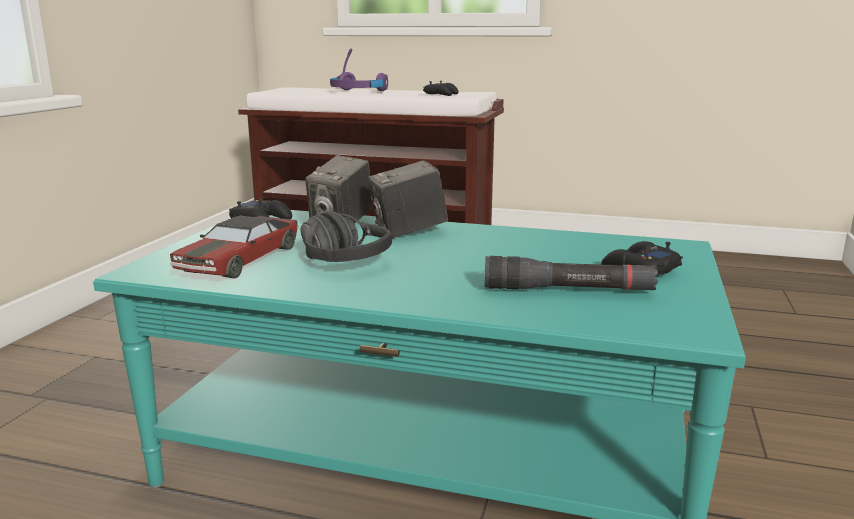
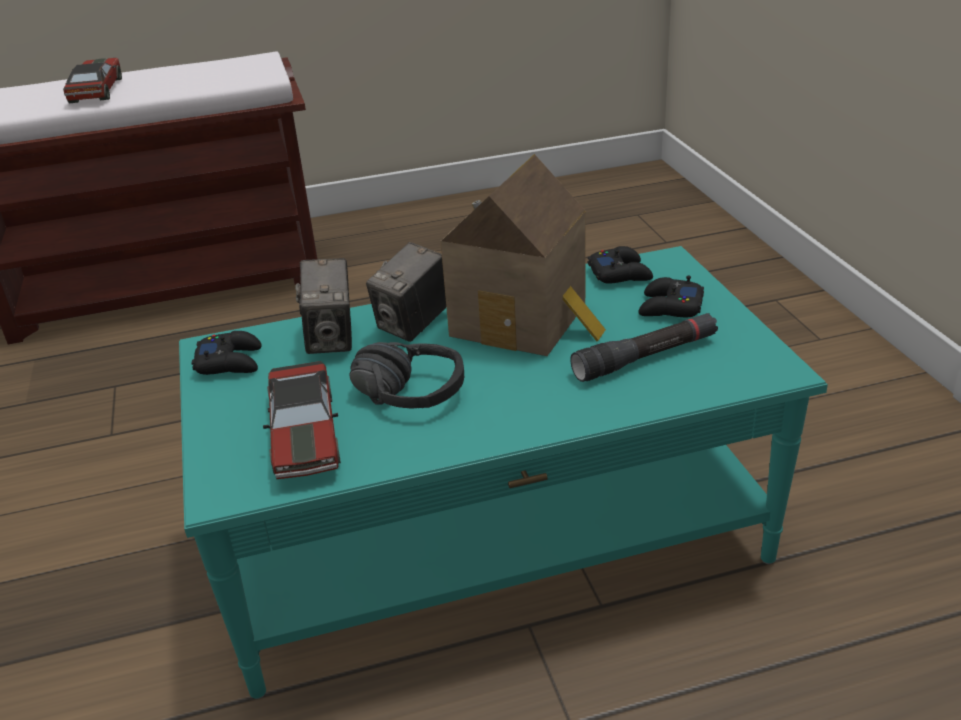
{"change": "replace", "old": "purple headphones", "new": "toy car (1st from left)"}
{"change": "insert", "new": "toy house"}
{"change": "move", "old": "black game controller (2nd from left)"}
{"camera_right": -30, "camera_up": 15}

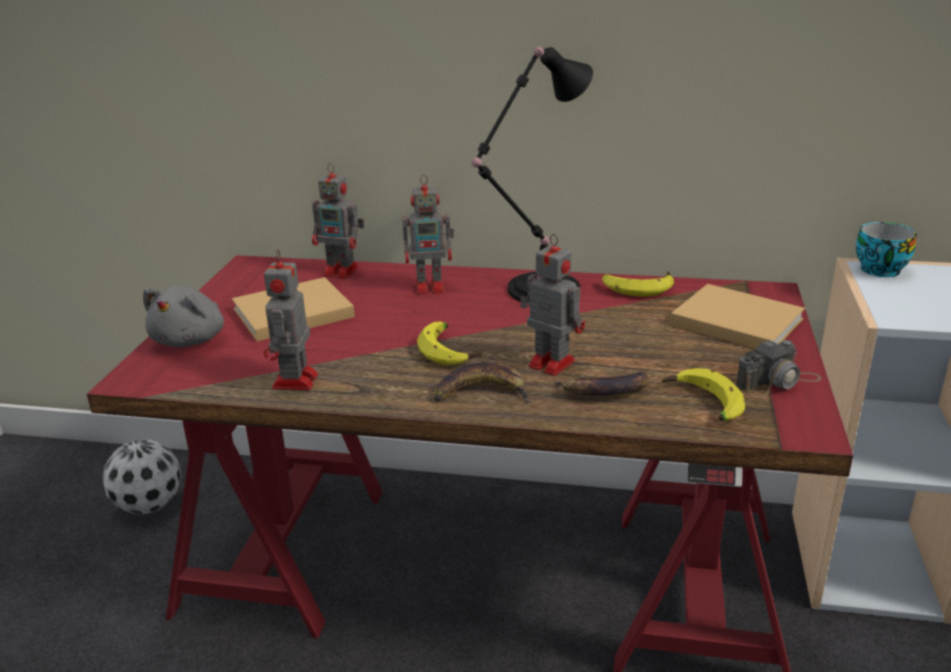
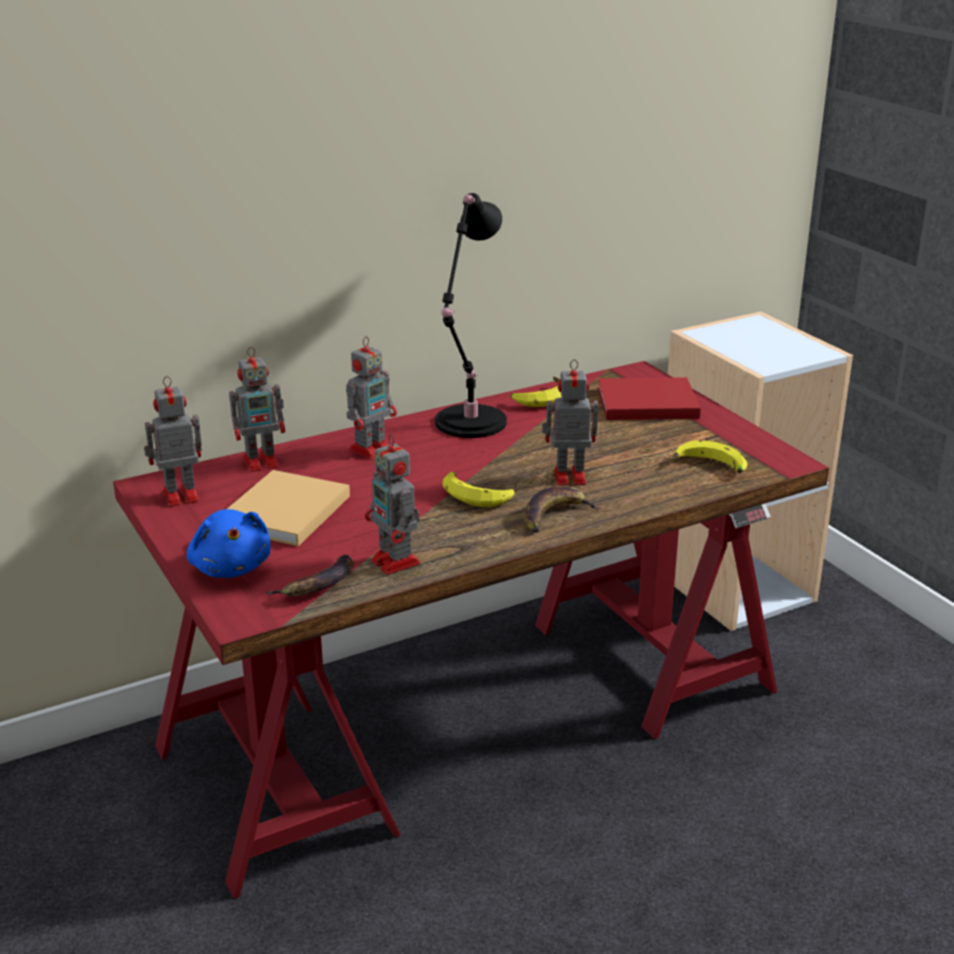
{"change": "insert", "new": "toy robot (1st from left)"}
{"change": "recolor", "old": "grey plush toy", "new": "blue plush toy"}
{"change": "move", "old": "banana (3rd from left in the first image)", "new": "banana (1st from left)"}
{"change": "recolor", "old": "beige book (2nd from left)", "new": "red book"}
{"change": "delete", "old": "football"}
{"change": "delete", "old": "photo camera"}
{"change": "delete", "old": "cup"}
{"camera_right": -40, "camera_up": 0}

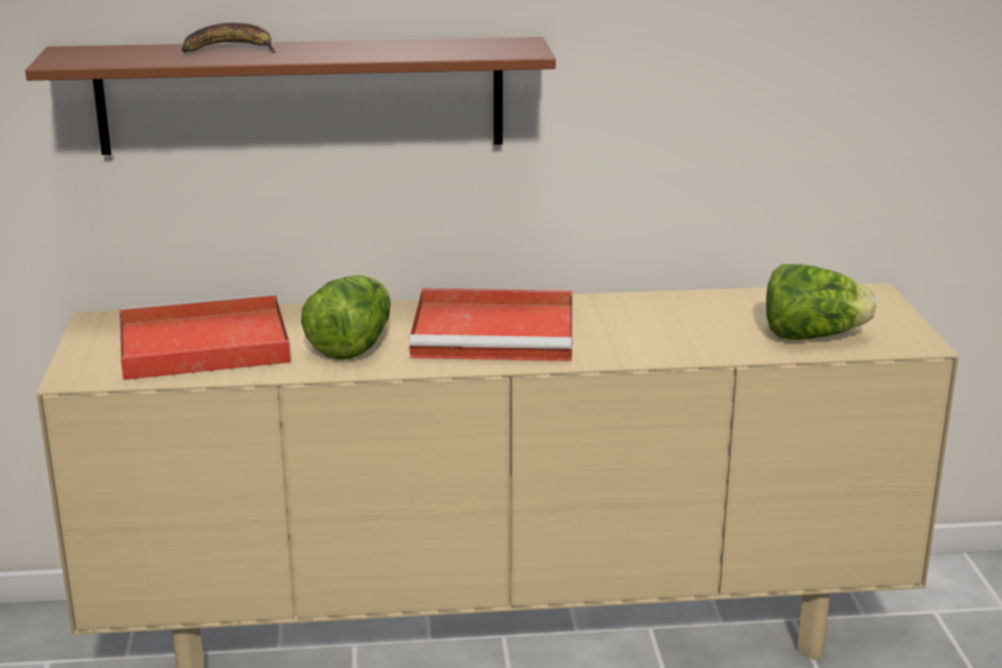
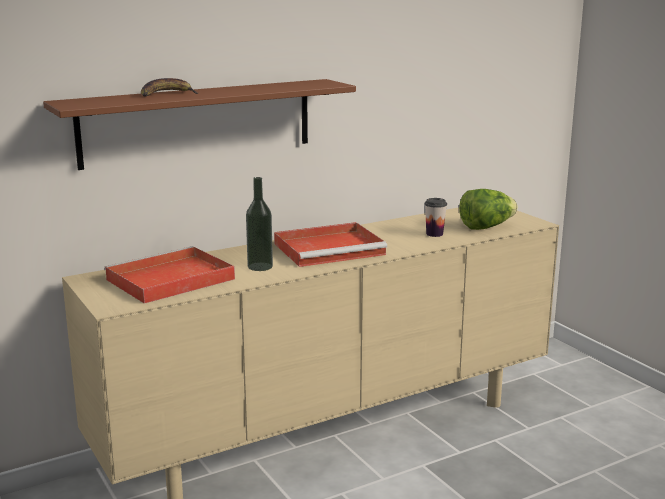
{"change": "replace", "old": "lettuce (1st from left)", "new": "bottle"}
{"change": "insert", "new": "cup"}
{"camera_right": -25, "camera_up": -5}

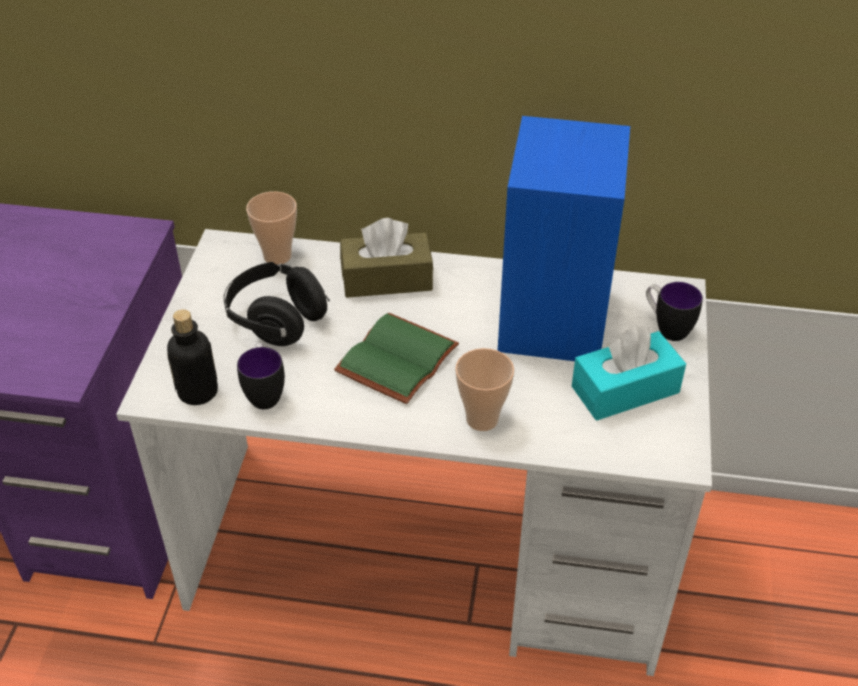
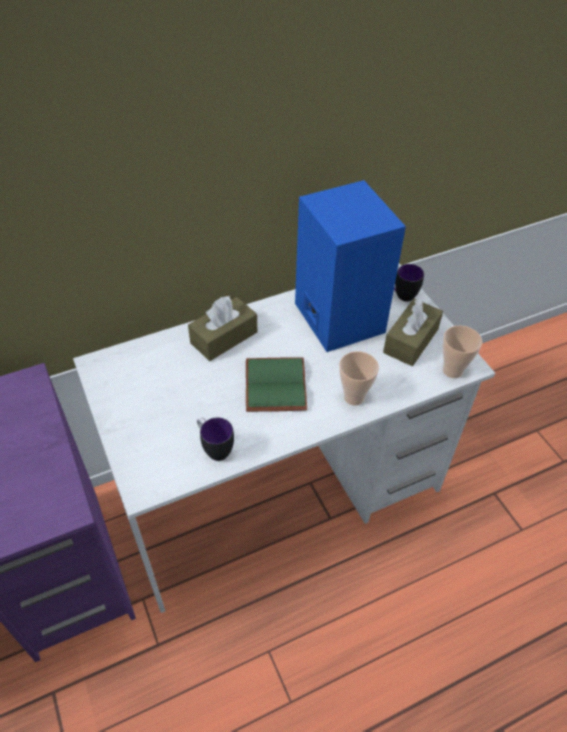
{"change": "recolor", "old": "turquoise tissue box", "new": "brown tissue box (2nd from left)"}
{"change": "move", "old": "cup (1st from left in the first image)", "new": "cup (2nd from left)"}
{"change": "delete", "old": "bottle"}
{"change": "delete", "old": "black headphones"}
{"camera_right": -35, "camera_up": 5}

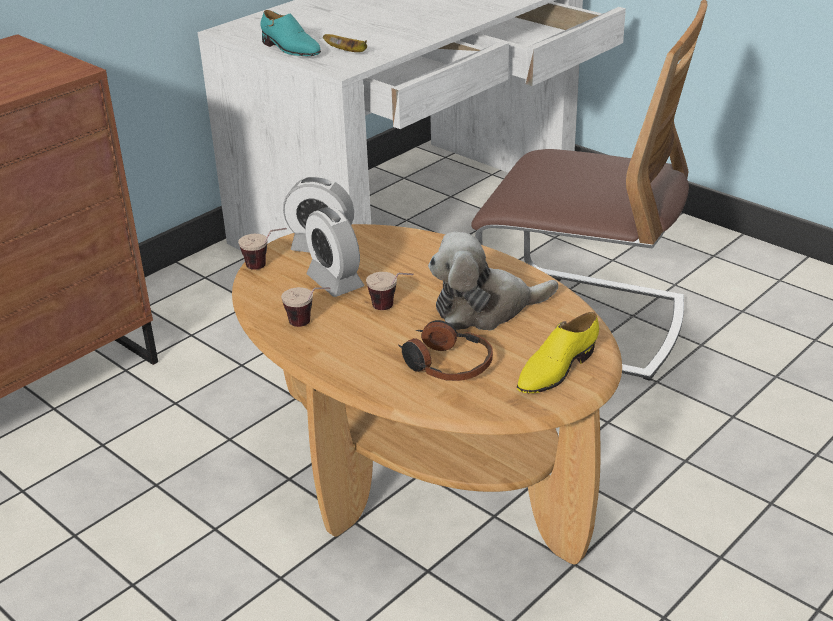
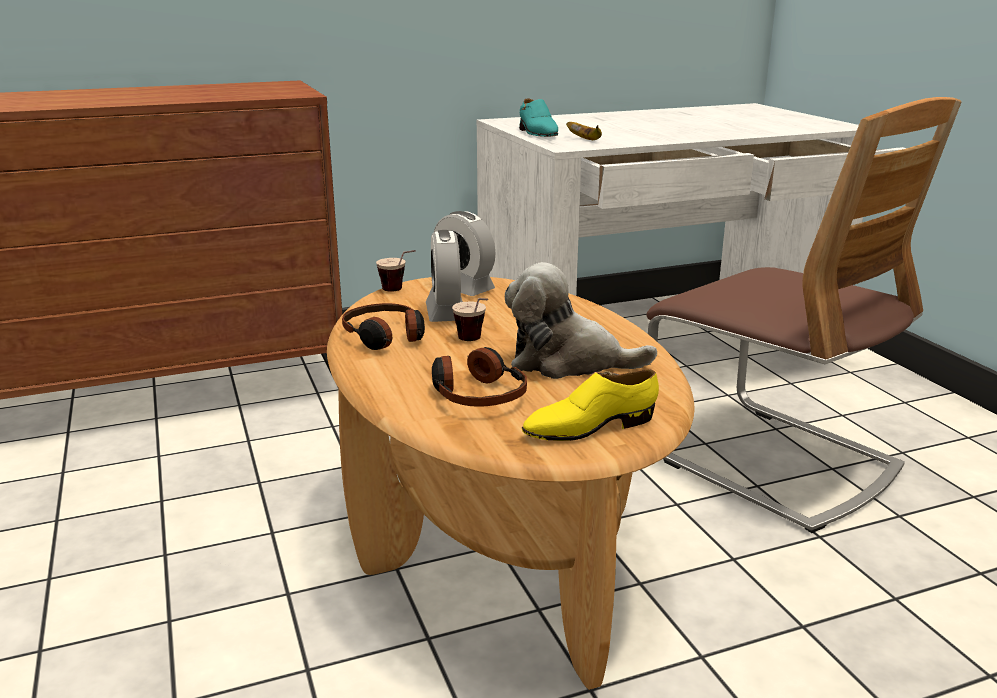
{"change": "replace", "old": "cup (2nd from left)", "new": "headphones (1st from left)"}
{"camera_right": 25, "camera_up": -10}

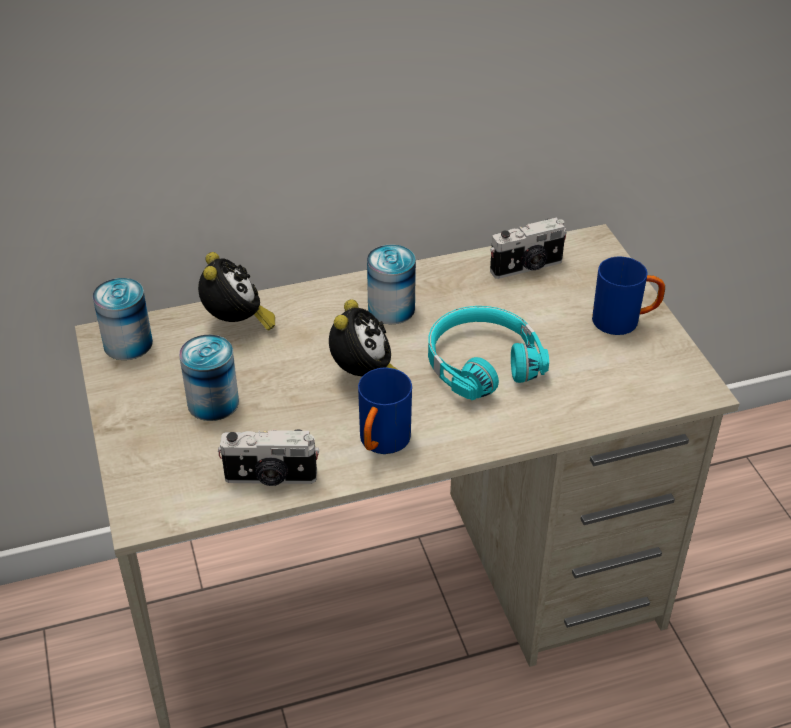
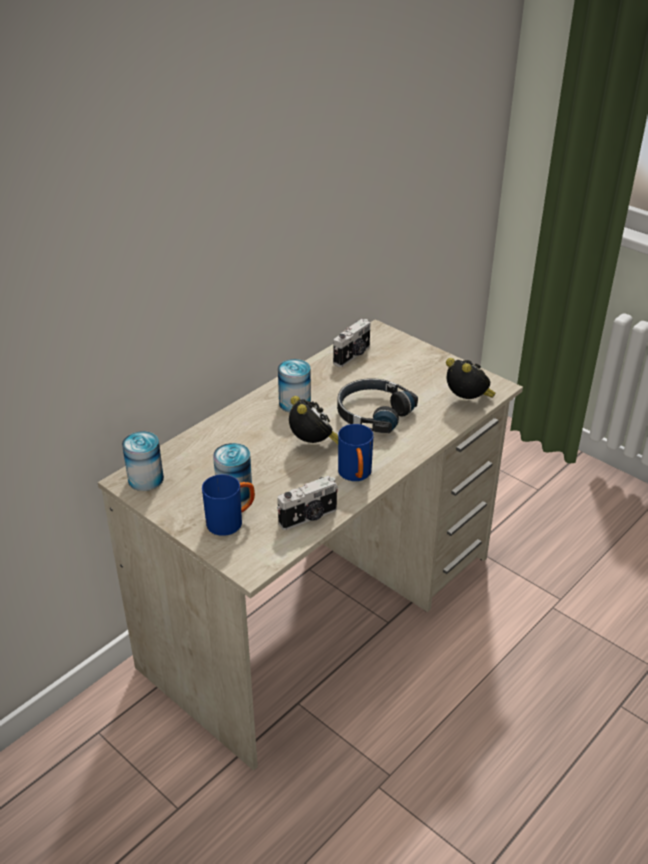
{"change": "move", "old": "blue mug (2nd from left in the first image)", "new": "blue mug (1st from left)"}
{"change": "recolor", "old": "turquoise headphones", "new": "black headphones"}
{"change": "move", "old": "alarm clock (1st from left in the first image)", "new": "alarm clock (2nd from left)"}
{"camera_right": -30, "camera_up": -5}

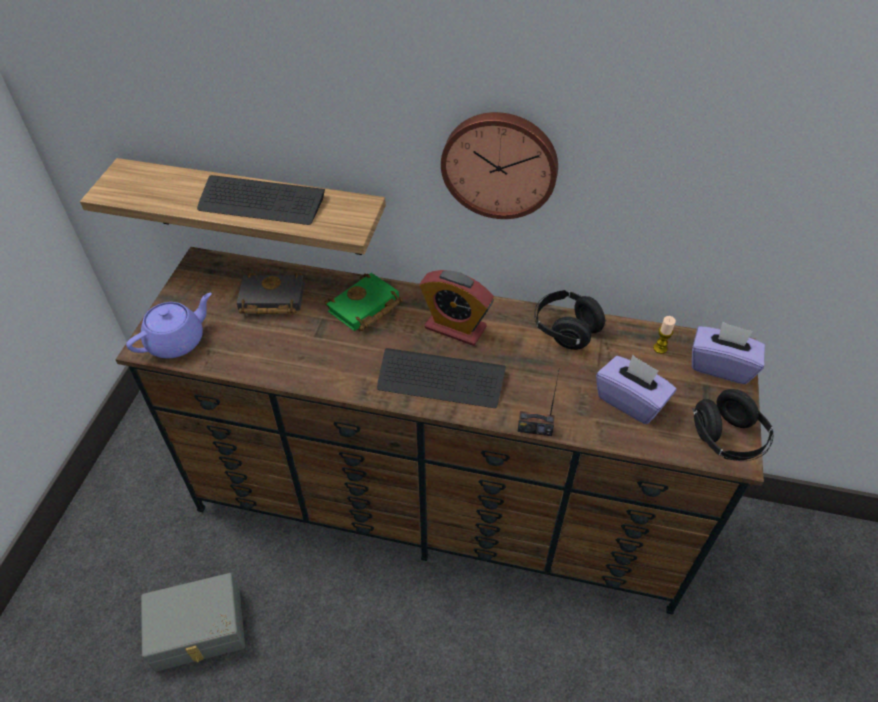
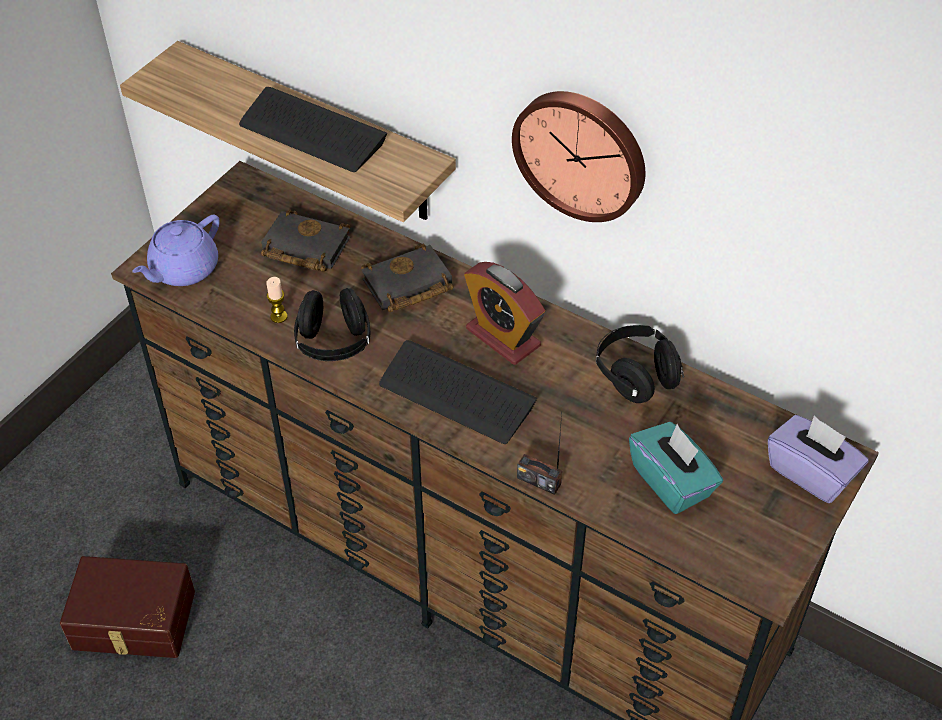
{"change": "recolor", "old": "grey storage box", "new": "brown storage box"}
{"change": "rotate", "old": "purple teapot", "degrees": 150}
{"change": "move", "old": "candle"}
{"change": "move", "old": "black headphones (2nd from left in the first image)", "new": "black headphones (1st from left)"}
{"change": "recolor", "old": "green book", "new": "black book (2nd from left)"}
{"change": "recolor", "old": "purple tissue box (1st from left)", "new": "turquoise tissue box"}
{"camera_right": 20, "camera_up": 0}

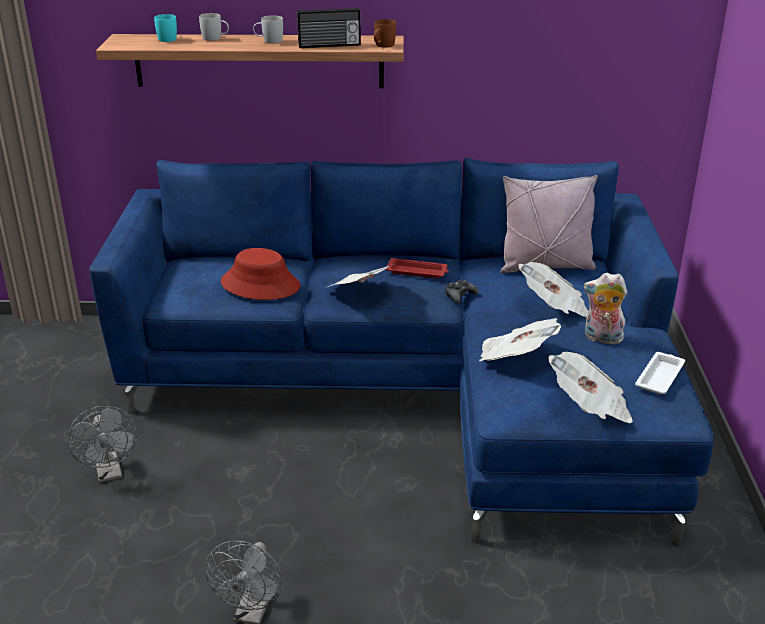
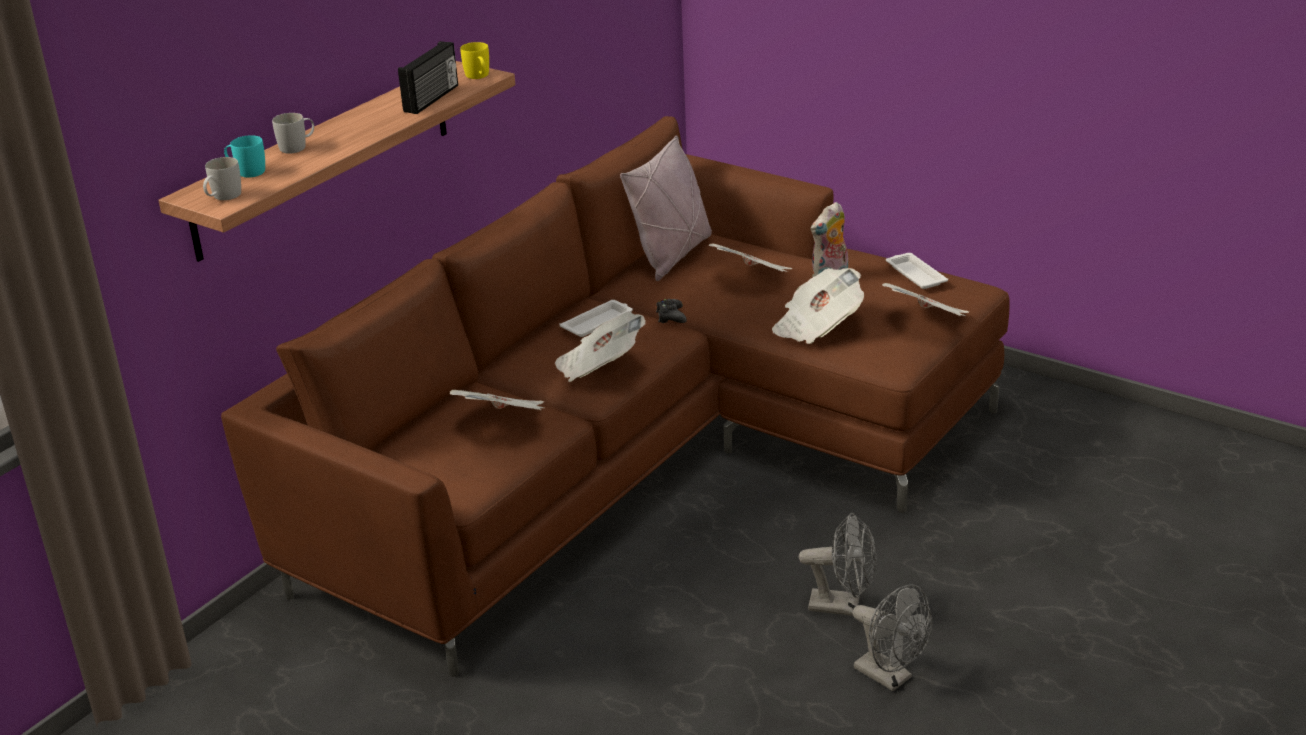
{"change": "move", "old": "white mug (2nd from left in the first image)", "new": "white mug (1st from left)"}
{"change": "recolor", "old": "blue sofa", "new": "brown sofa"}
{"change": "replace", "old": "red hat", "new": "newspaper (1st from left)"}
{"change": "recolor", "old": "brown mug", "new": "yellow mug"}
{"change": "recolor", "old": "red tray", "new": "white tray (1st from left)"}
{"change": "move", "old": "grey fan (1st from left)"}
{"camera_right": -55, "camera_up": 0}

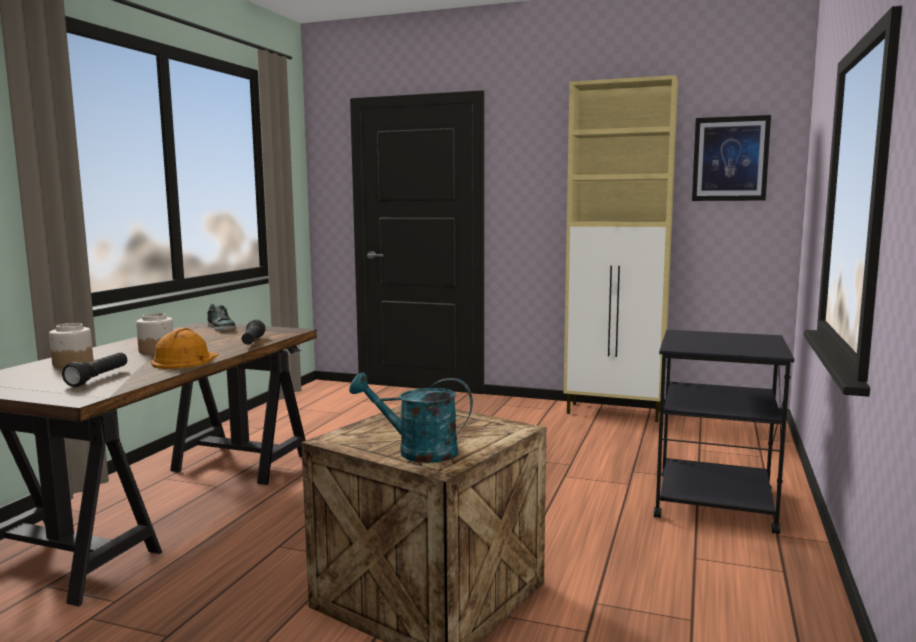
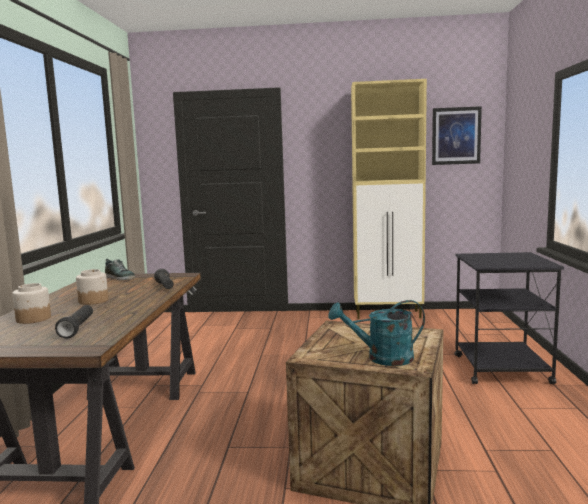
{"change": "delete", "old": "orange hard hat"}
{"camera_right": -15, "camera_up": 0}

